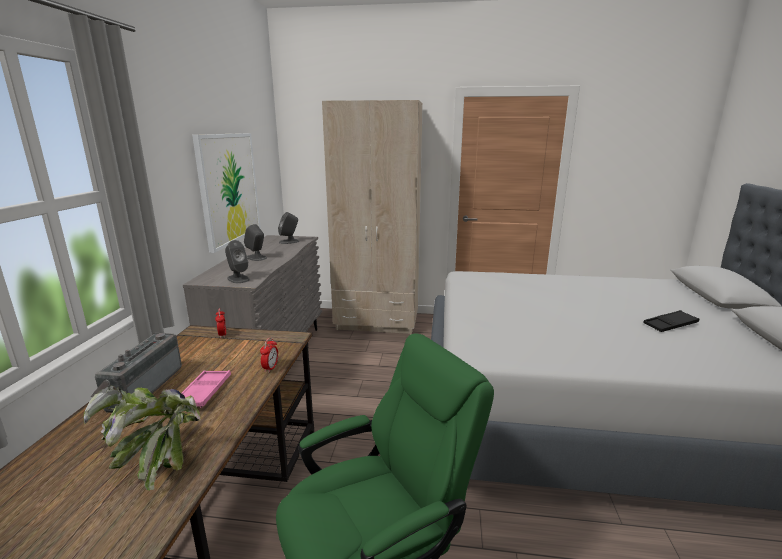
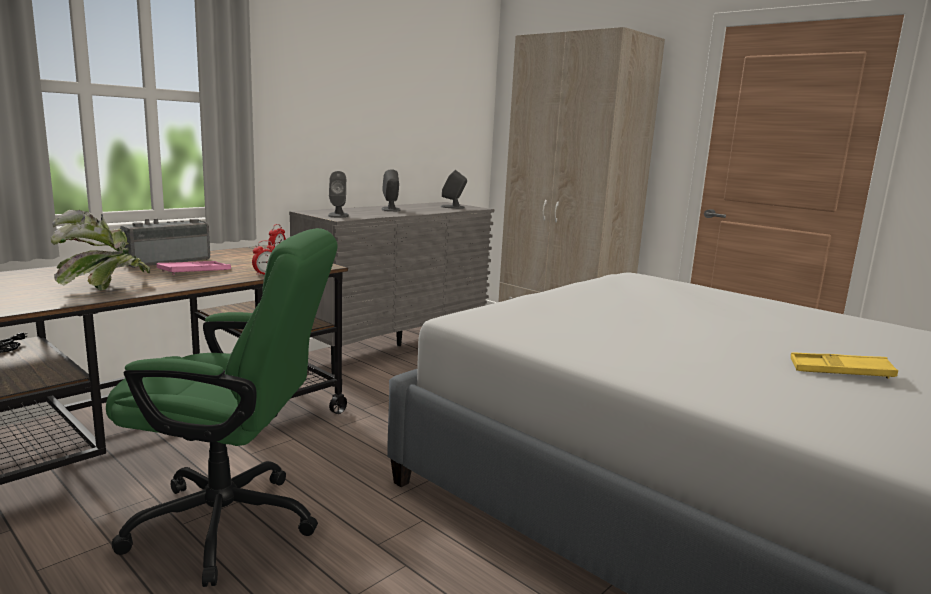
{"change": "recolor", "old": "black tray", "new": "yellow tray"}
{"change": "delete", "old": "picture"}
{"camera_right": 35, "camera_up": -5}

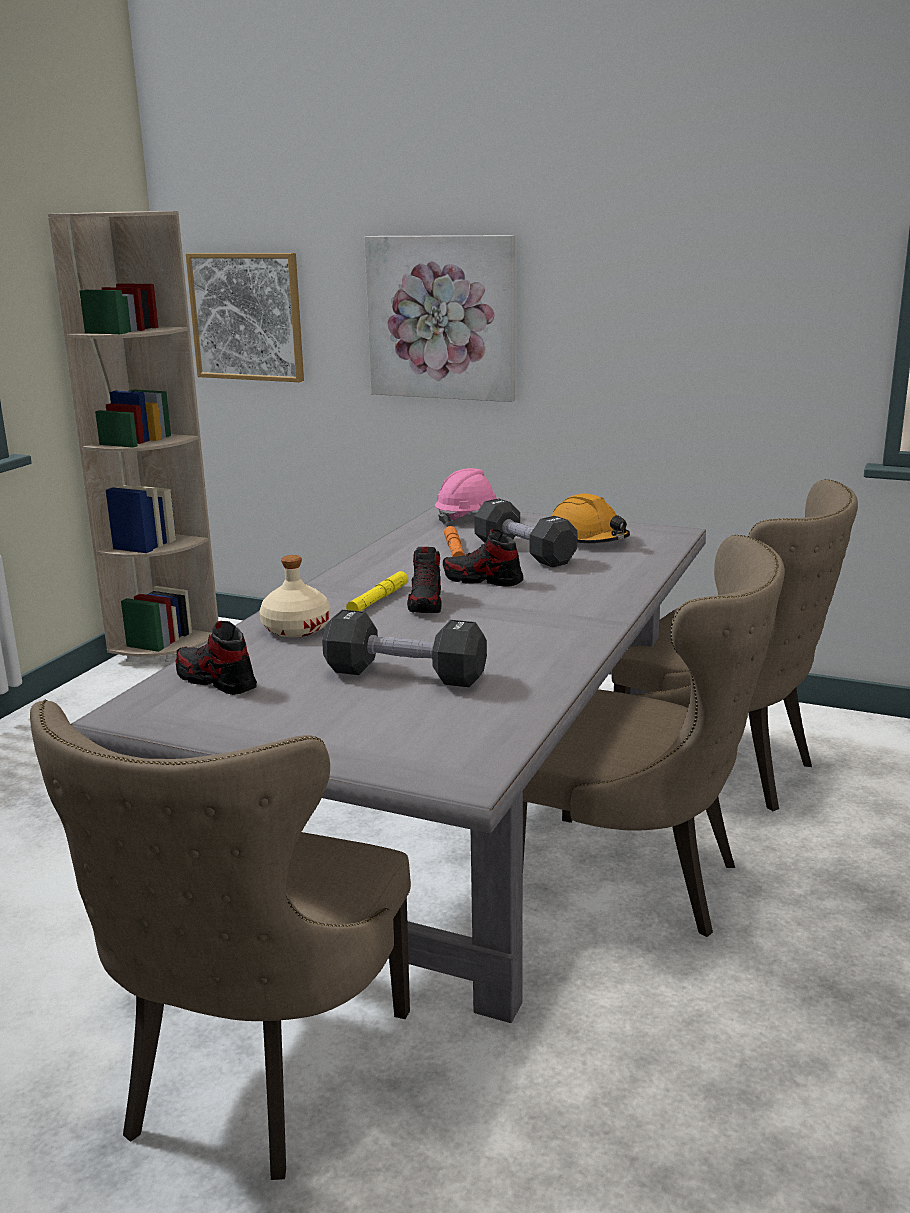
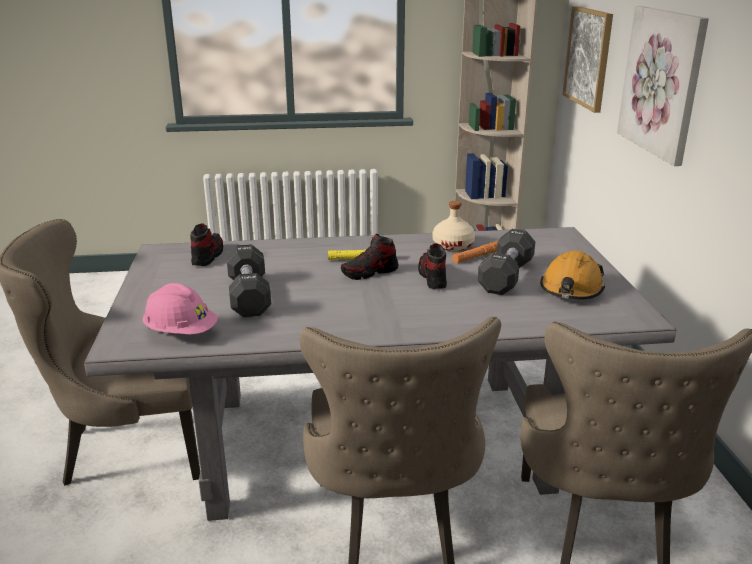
{"change": "move", "old": "pink hard hat"}
{"change": "move", "old": "beige bottle"}
{"camera_right": 60, "camera_up": 5}

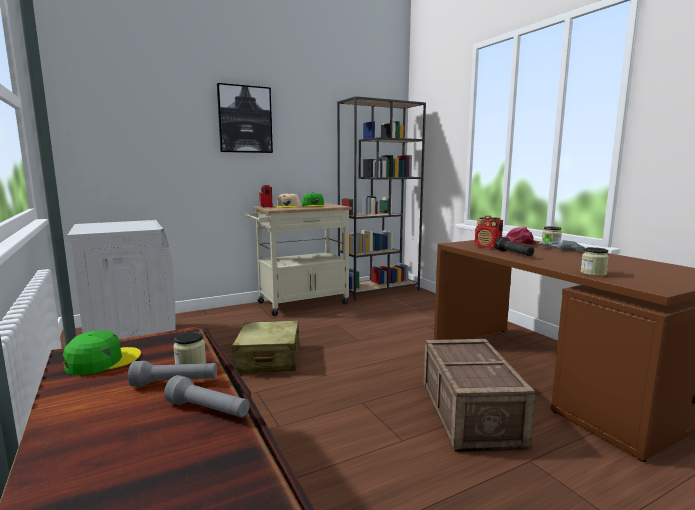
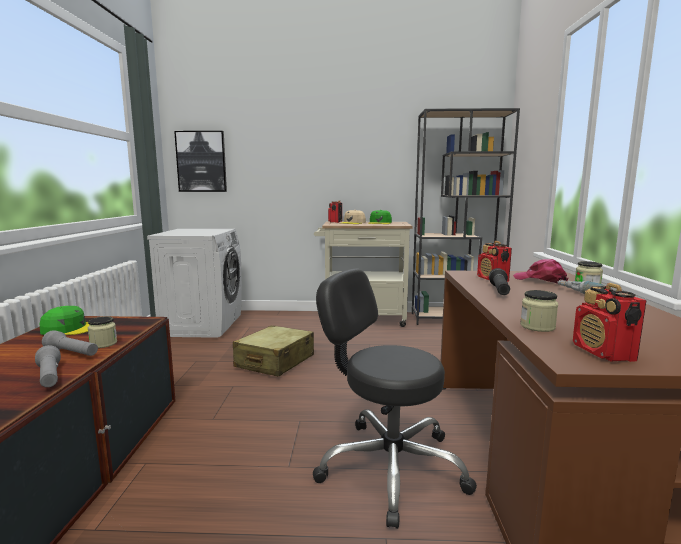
{"change": "move", "old": "picture"}
{"change": "replace", "old": "crate", "new": "black office chair"}
{"change": "insert", "new": "radio (3rd from left)"}
{"camera_right": 30, "camera_up": 0}

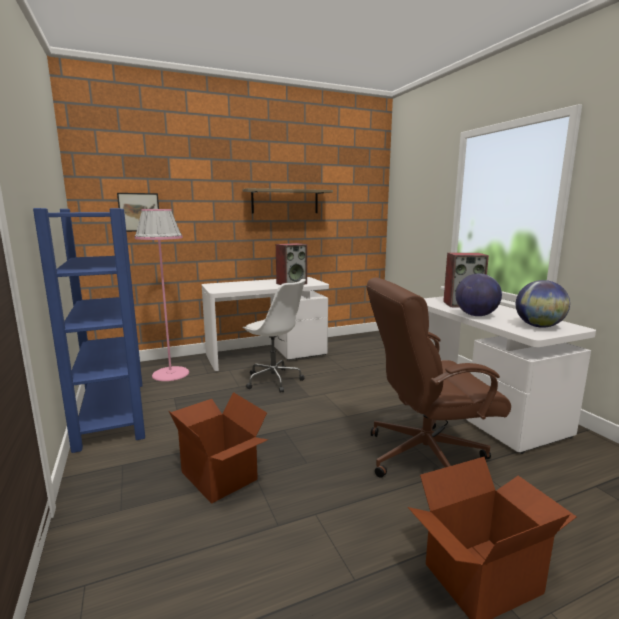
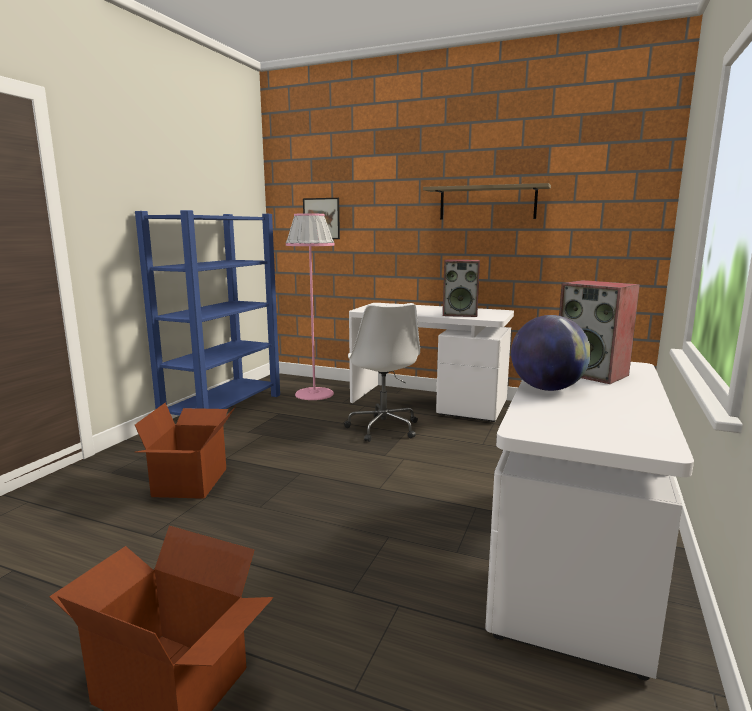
{"change": "delete", "old": "brown office chair"}
{"change": "delete", "old": "globe (2nd from left)"}
{"camera_right": 45, "camera_up": 0}

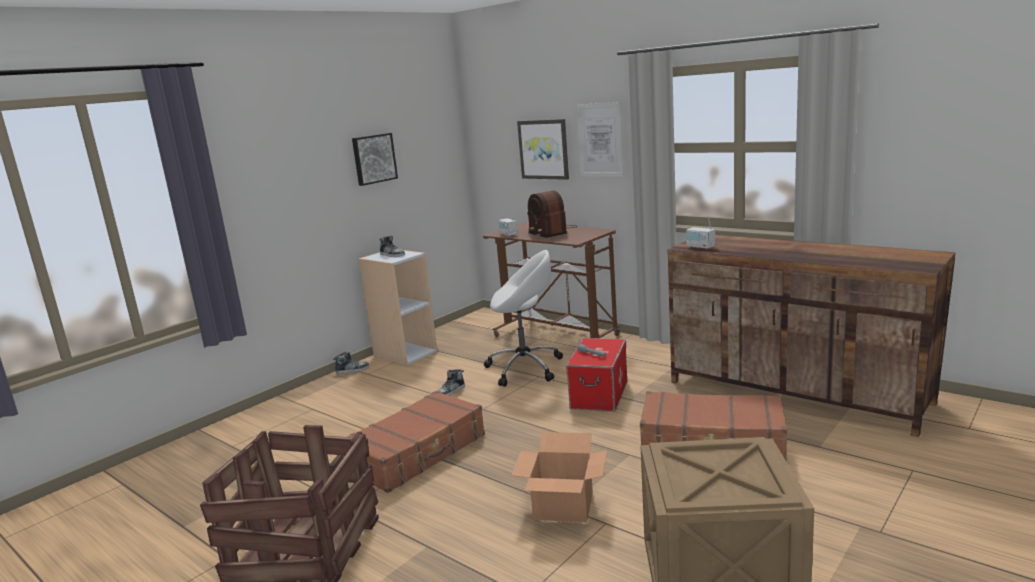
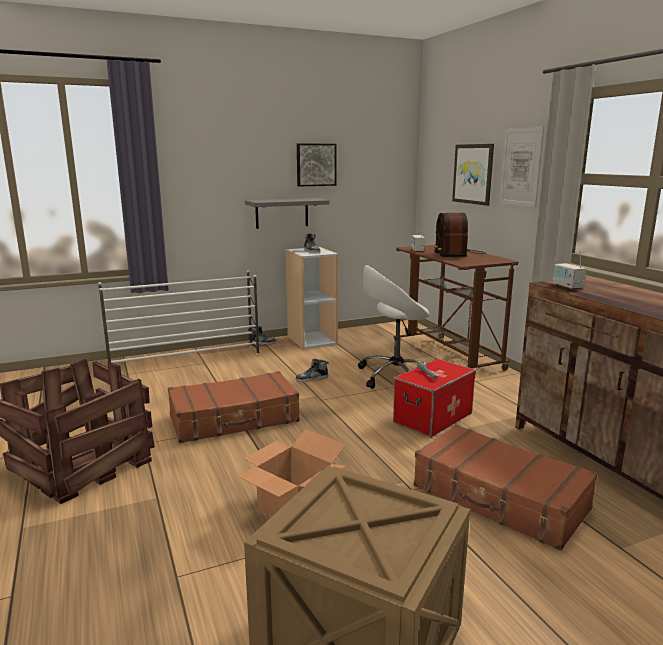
{"change": "insert", "new": "white shoe rack"}
{"change": "insert", "new": "grey shelf"}
{"change": "rotate", "old": "white office chair", "degrees": 135}
{"camera_right": 25, "camera_up": 0}

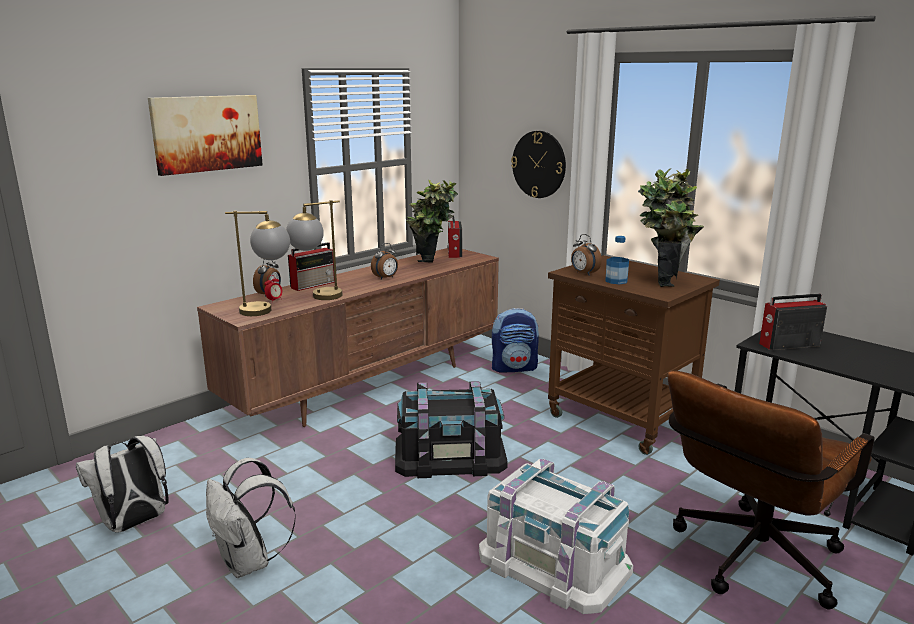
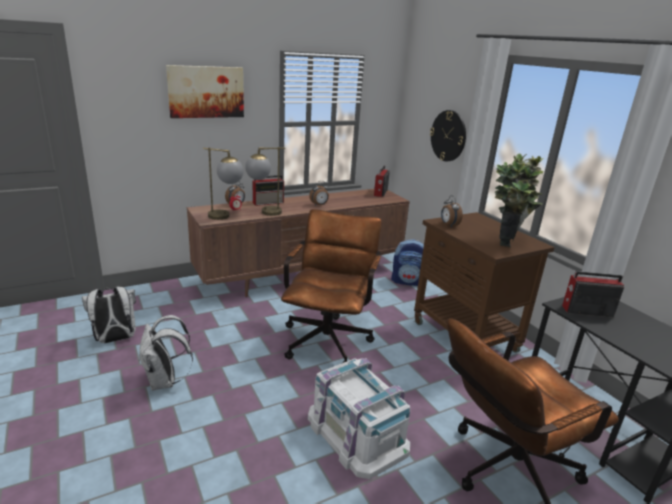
{"change": "replace", "old": "black storage box", "new": "brown office chair (1st from left)"}
{"change": "delete", "old": "potted plant (1st from left)"}
{"change": "delete", "old": "bottle"}
{"camera_right": 15, "camera_up": 5}

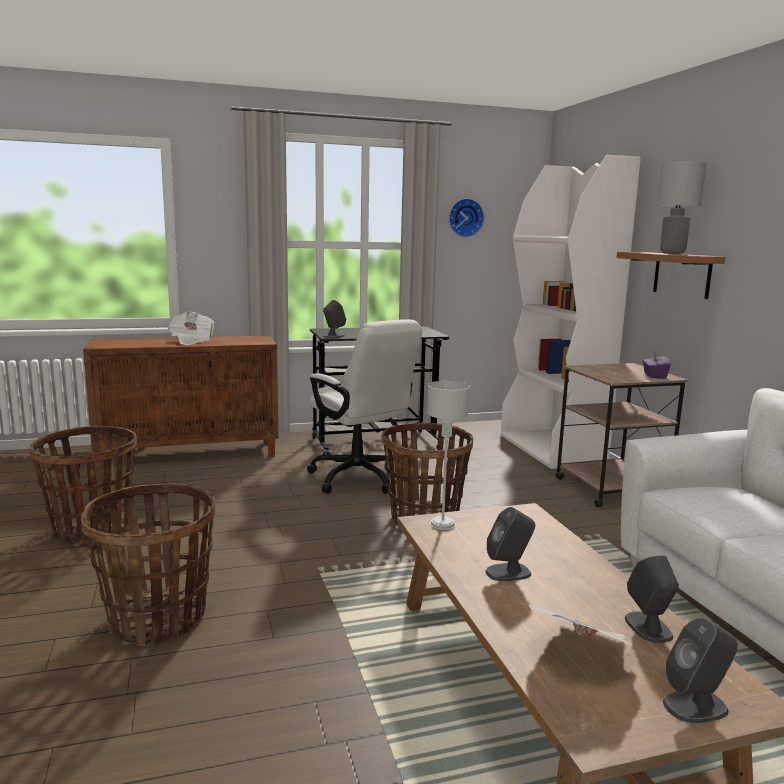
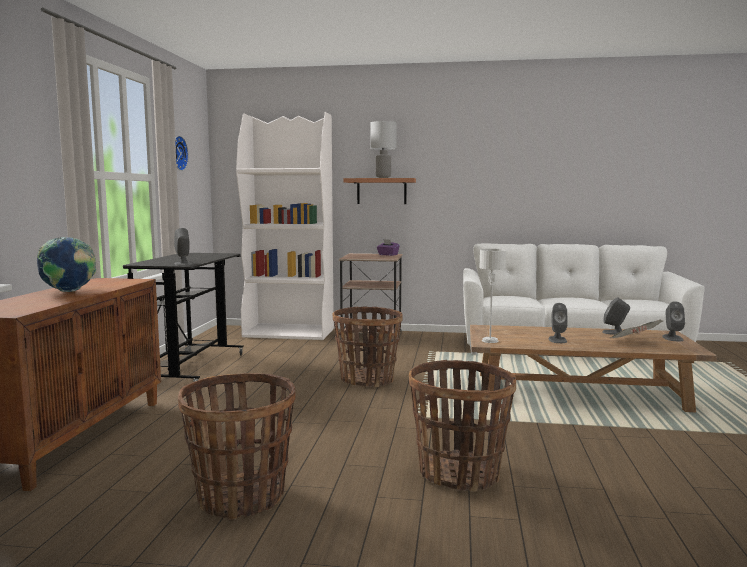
{"change": "replace", "old": "newspaper (1st from left)", "new": "globe"}
{"change": "delete", "old": "white office chair"}
{"camera_right": -65, "camera_up": -5}

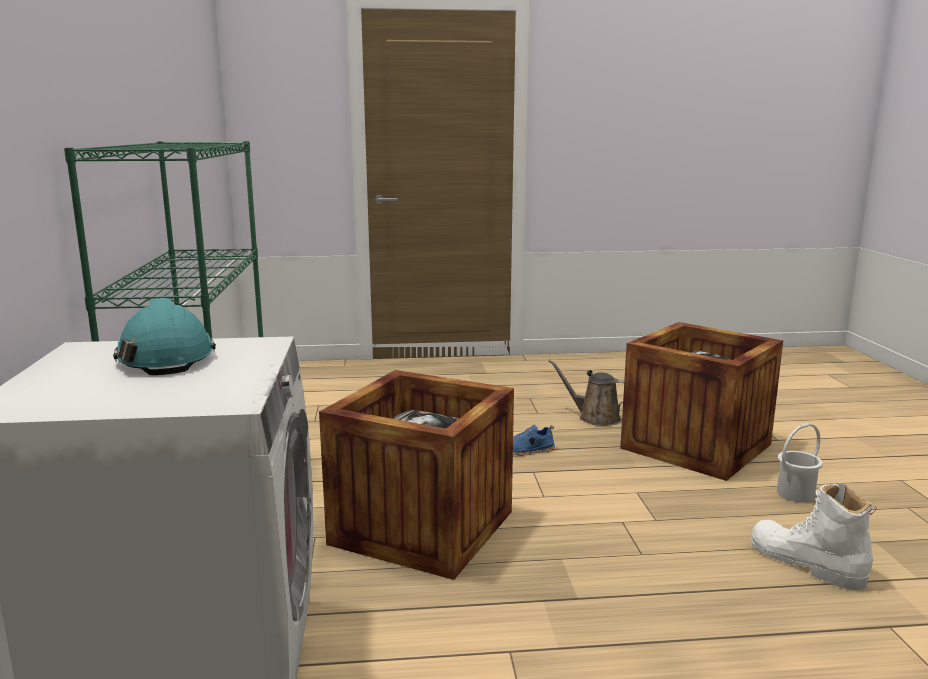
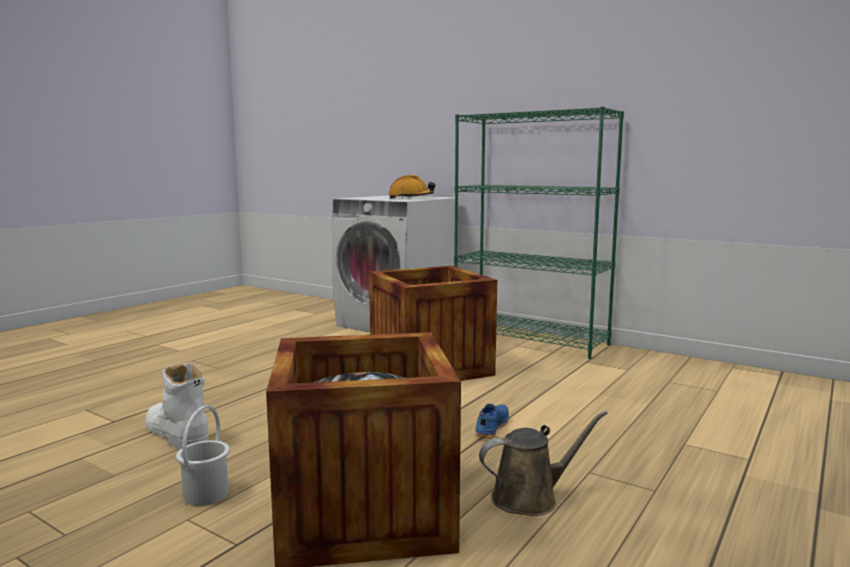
{"change": "rotate", "old": "white boot", "degrees": -135}
{"change": "recolor", "old": "turquoise hard hat", "new": "orange hard hat"}
{"camera_right": 130, "camera_up": -5}

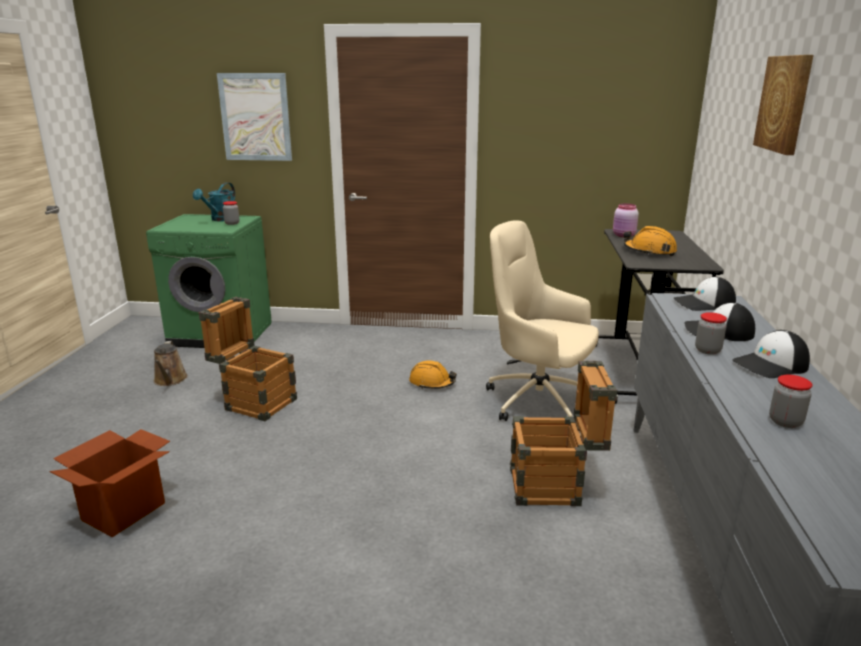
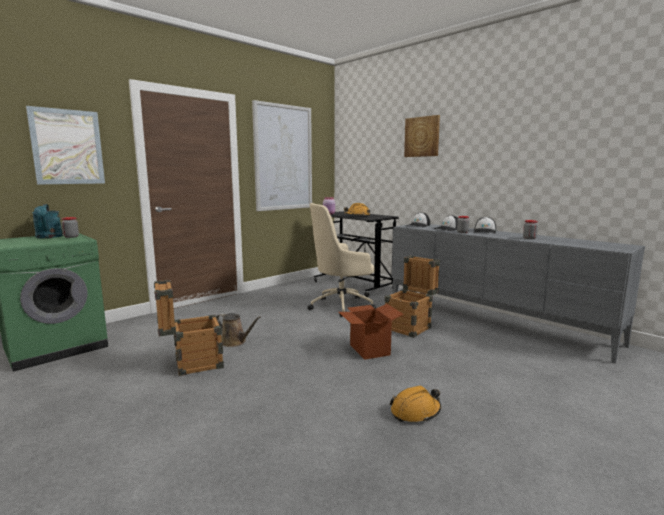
{"change": "move", "old": "brown watering can"}
{"change": "insert", "new": "picture (2nd from left)"}
{"change": "move", "old": "cardboard box"}
{"change": "move", "old": "orange hard hat (1st from left in the first image)", "new": "orange hard hat (2nd from left)"}
{"camera_right": -50, "camera_up": -10}

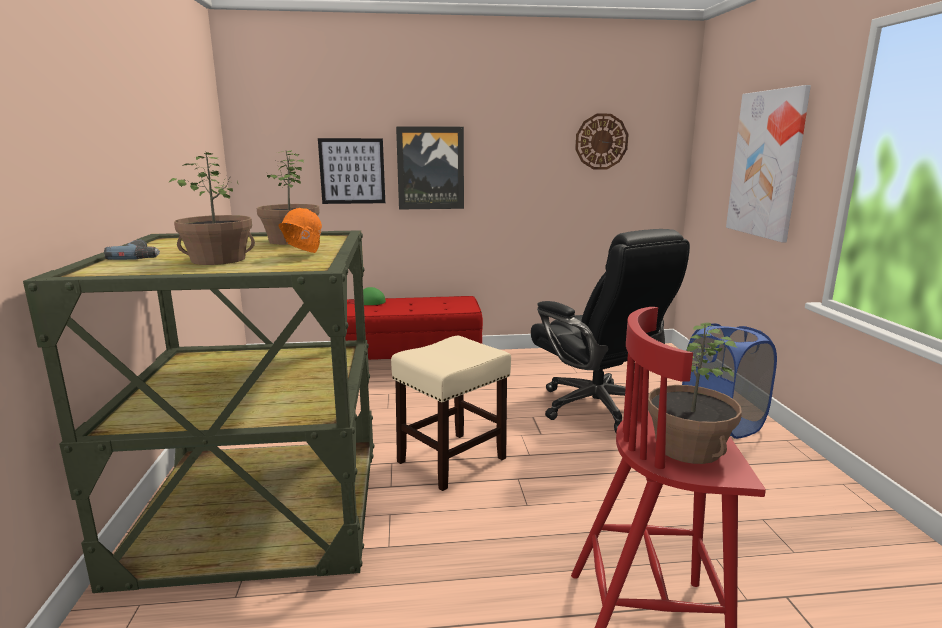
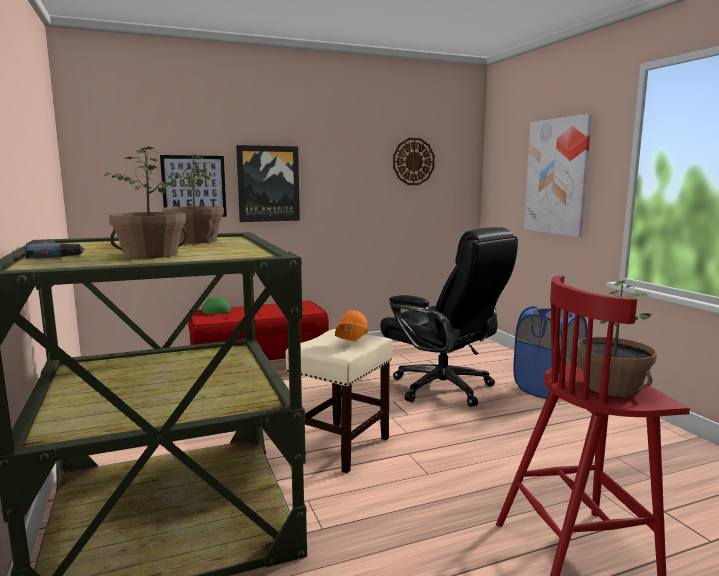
{"change": "move", "old": "orange hard hat"}
{"camera_right": -15, "camera_up": -5}

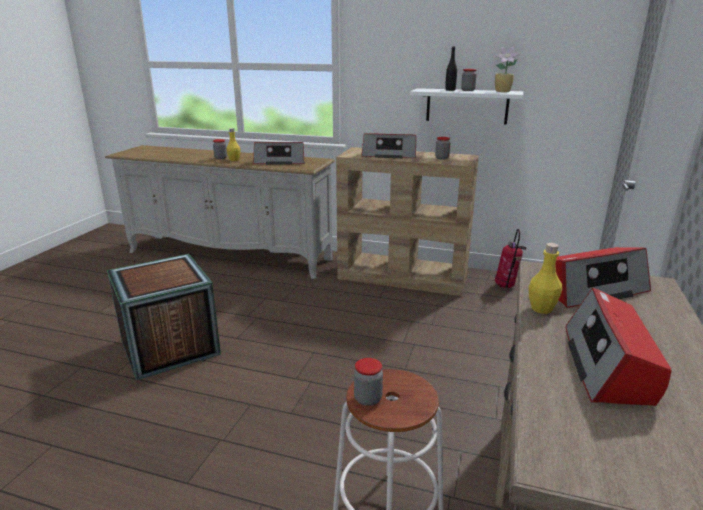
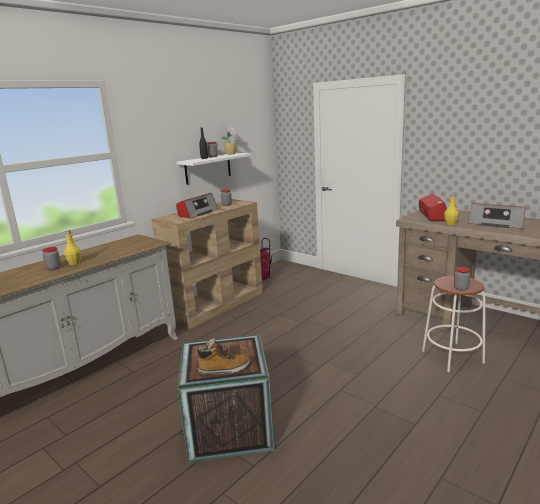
{"change": "insert", "new": "boot"}
{"change": "delete", "old": "radio (1st from left)"}
{"camera_right": -65, "camera_up": -5}

